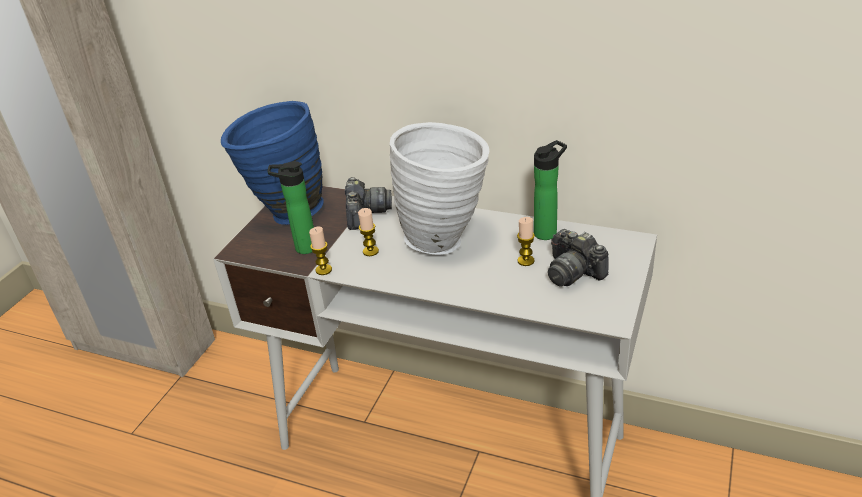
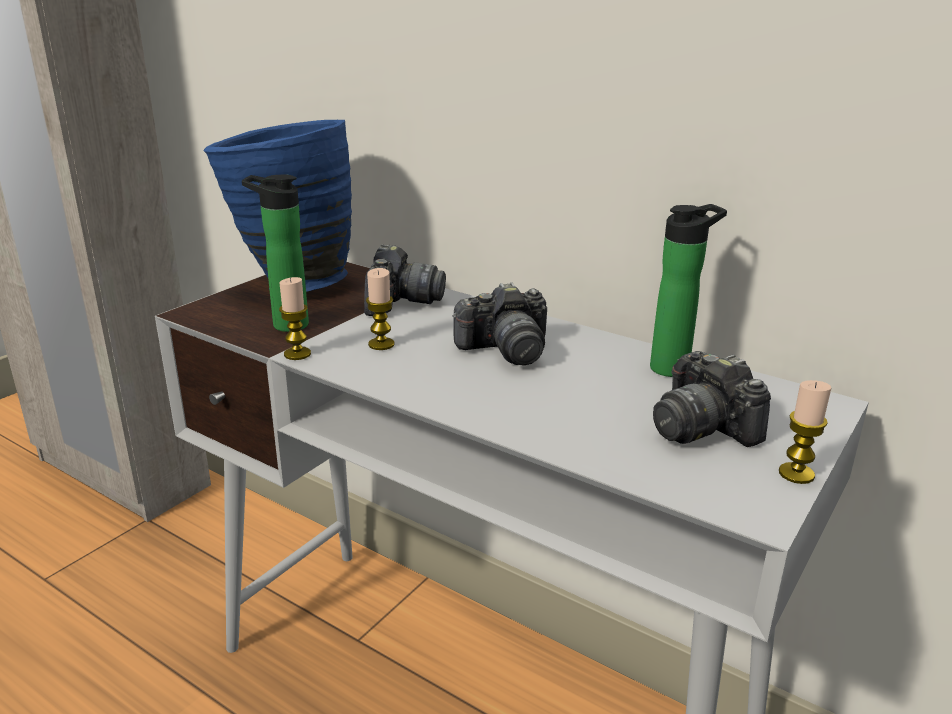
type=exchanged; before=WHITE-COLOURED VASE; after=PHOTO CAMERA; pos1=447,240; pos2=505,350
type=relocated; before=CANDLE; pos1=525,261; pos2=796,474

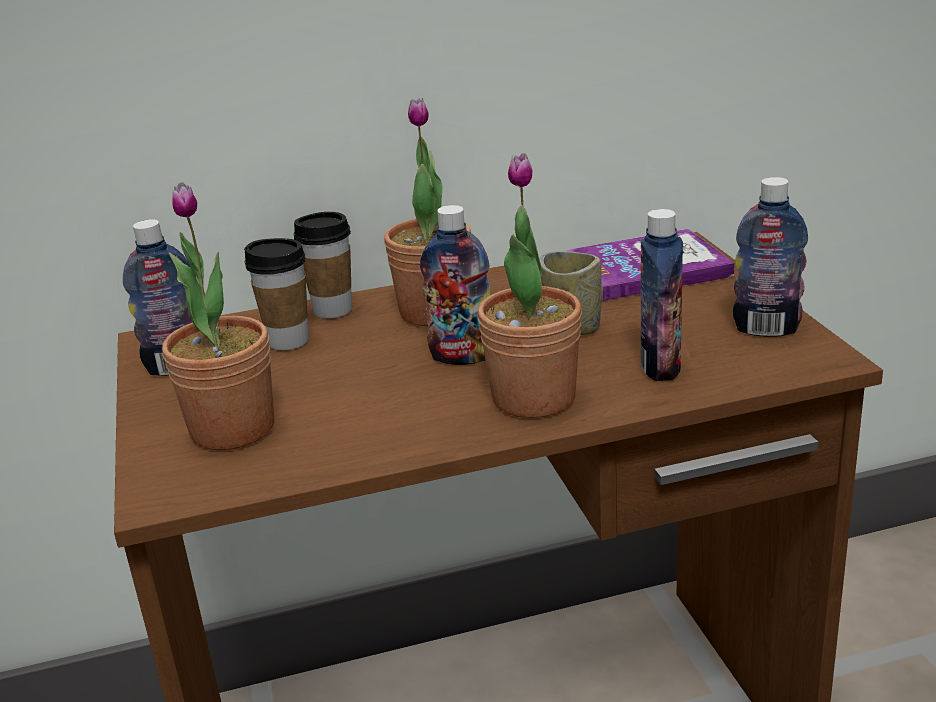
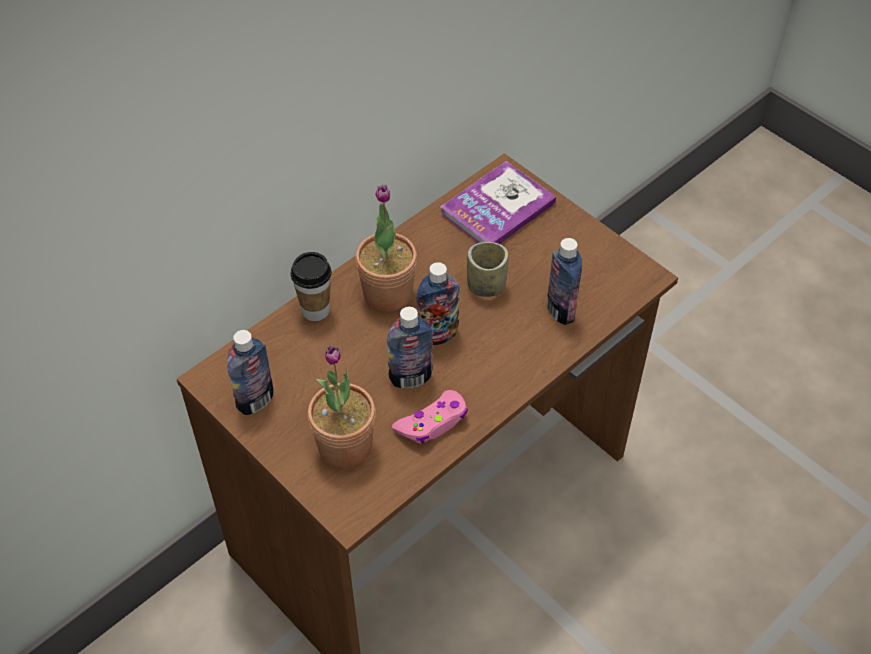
type=relocated; before=BOTTLE; pos1=766,329; pos2=410,378
type=appeared; after=PINK GAME CONTROLLER; pos2=433,423
type=missing; before=SMALL CUP; pos1=288,341
type=missing; before=POTTED PLANT; pos1=533,398

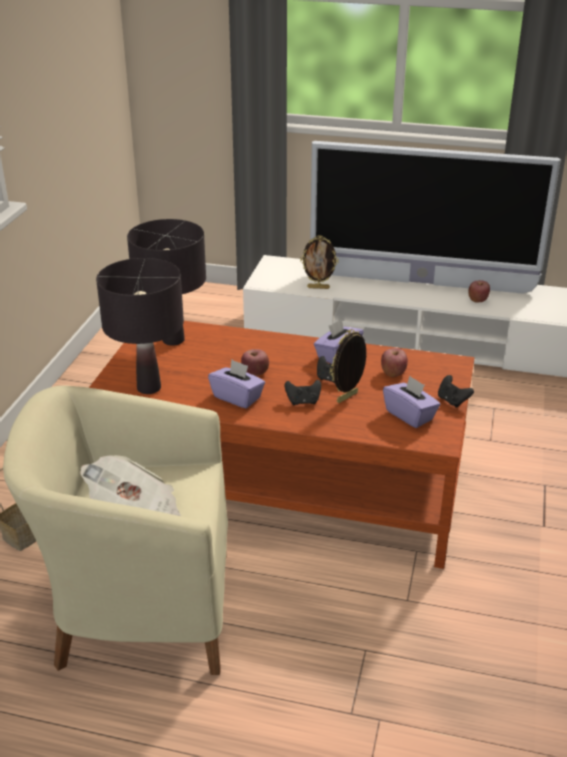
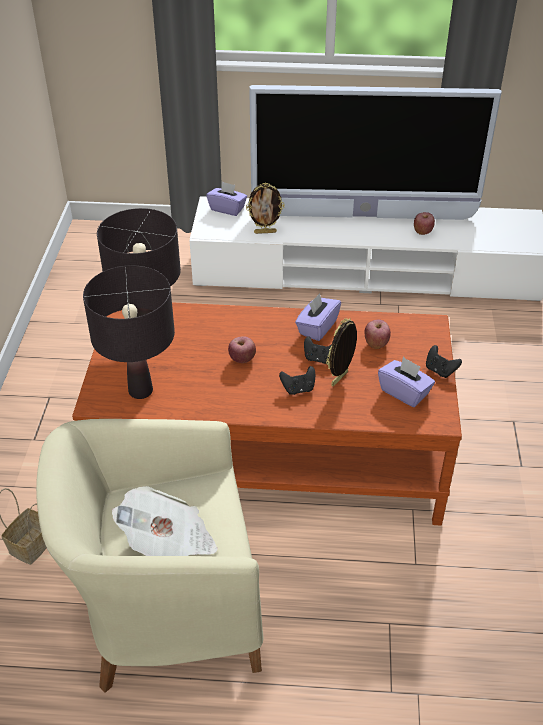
type=relocated; before=PURPLE TISSUE BOX; pos1=237,397; pos2=227,209

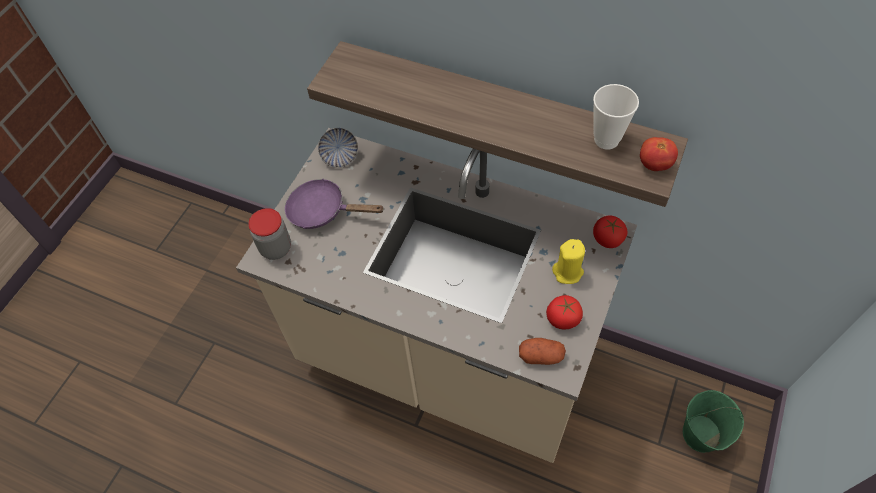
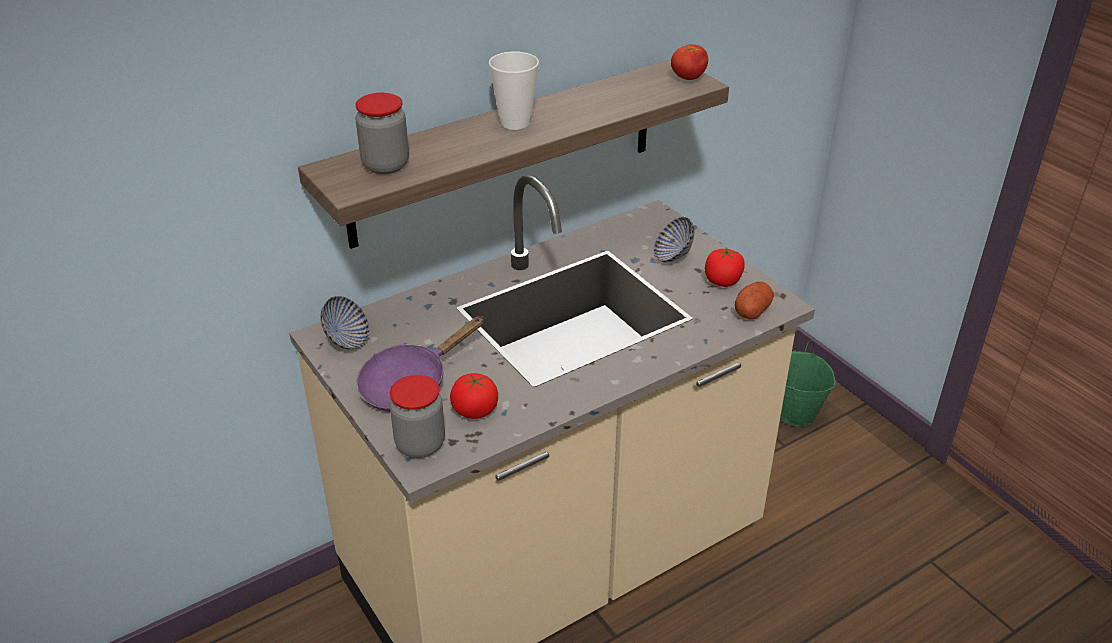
type=appeared; after=PRESERVE JAR; pos2=385,165
type=relocated; before=FRESH TOMATO; pos1=607,239; pos2=475,410
type=relocated; before=SMALL CUP; pos1=606,140; pos2=515,123
type=exchanged; before=YELLOWISH CANDLE; after=SERVING BOWL; pos1=568,272; pos2=672,256

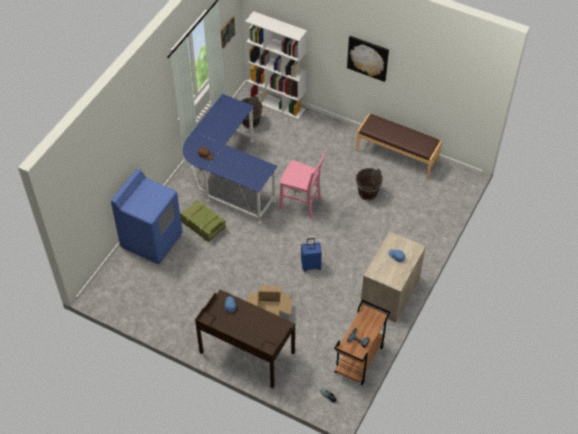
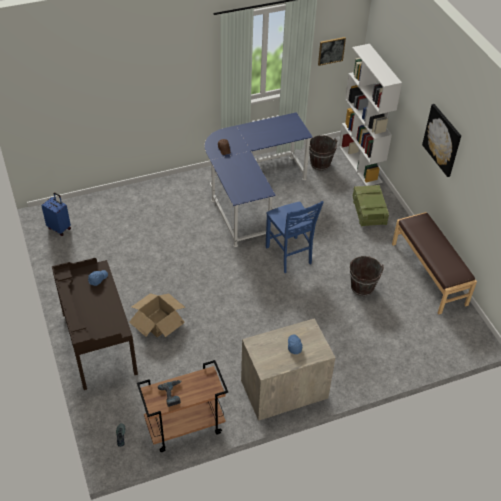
type=relocated; before=BLUISH SUITCASE; pos1=311,265; pos2=59,228
type=colour; before=PINK PLAIN CHAIR; after=BLUISH PLAIN CHAIR; pos1=301,204; pos2=289,256
type=relocated; before=PACKING CRATE; pos1=202,225; pos2=368,211
type=missing; before=BLUISH WASHING MACHINE; pos1=152,240

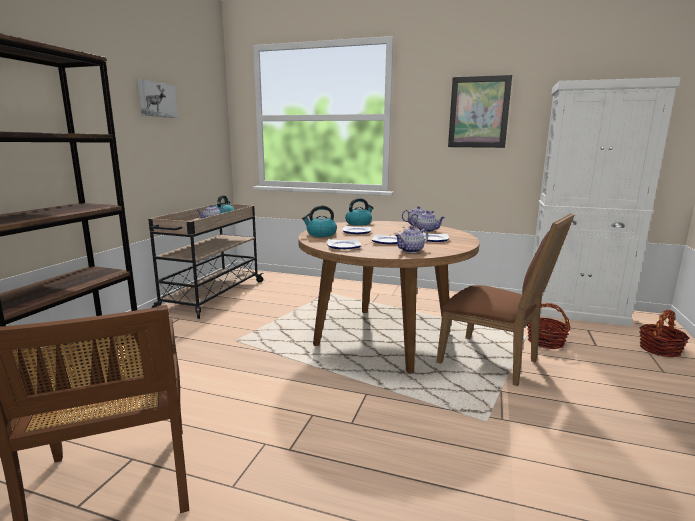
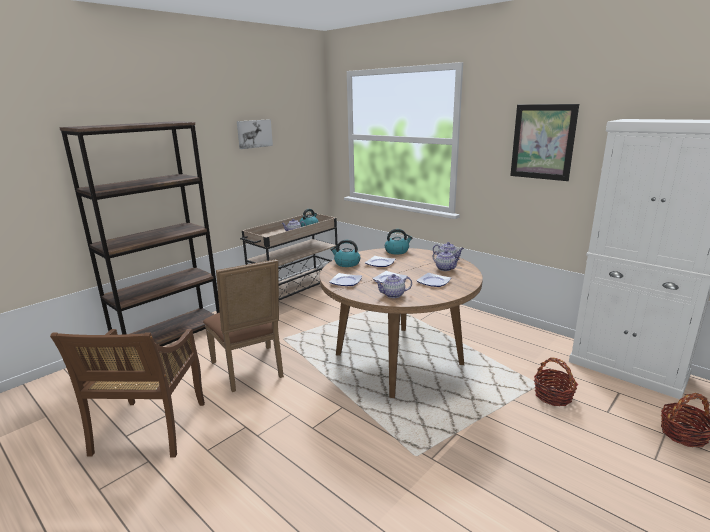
type=relocated; before=BROWN-COLOURED PLAIN CHAIR; pos1=493,362; pos2=250,370

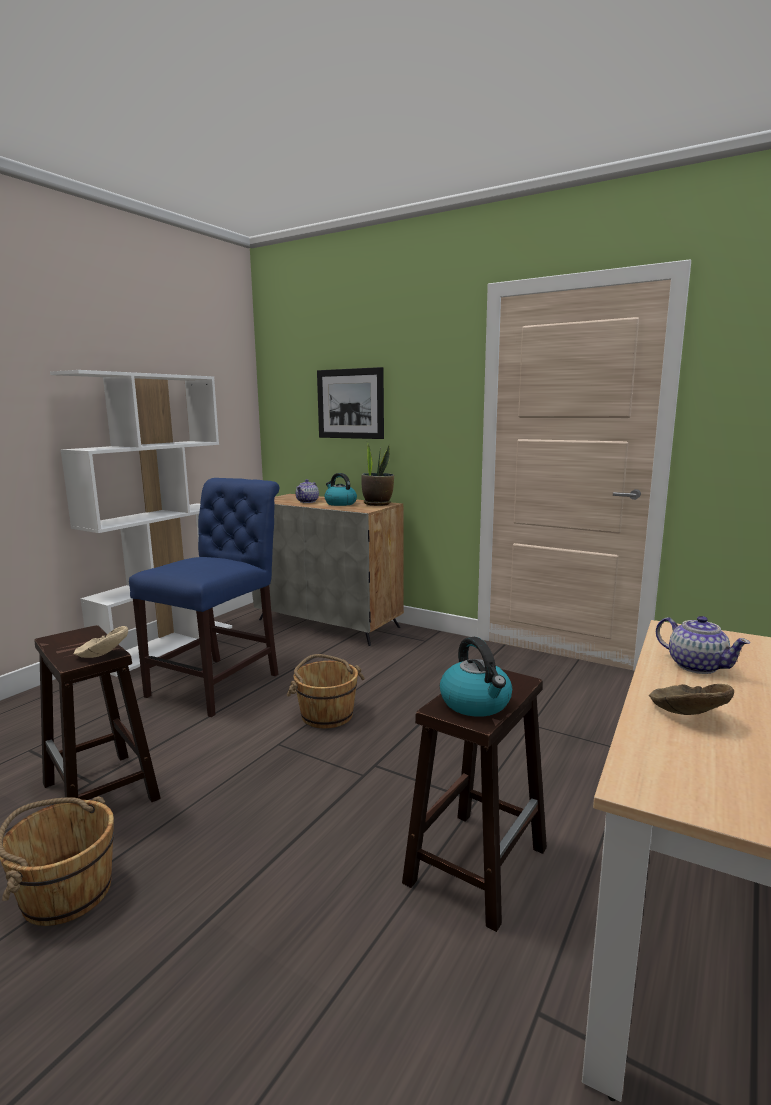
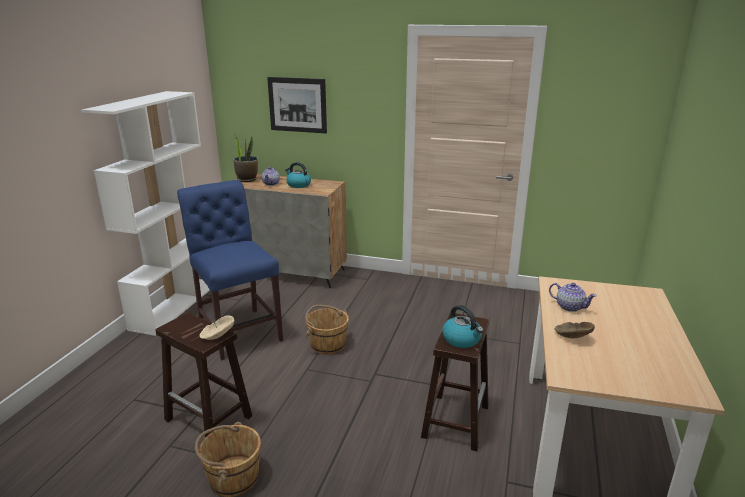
type=spun; before=BLUISH PLAIN CHAIR; pos1=220,682; pos2=238,330; turn=-45
type=relocated; before=POTTED PLANT; pos1=377,504; pos2=247,179

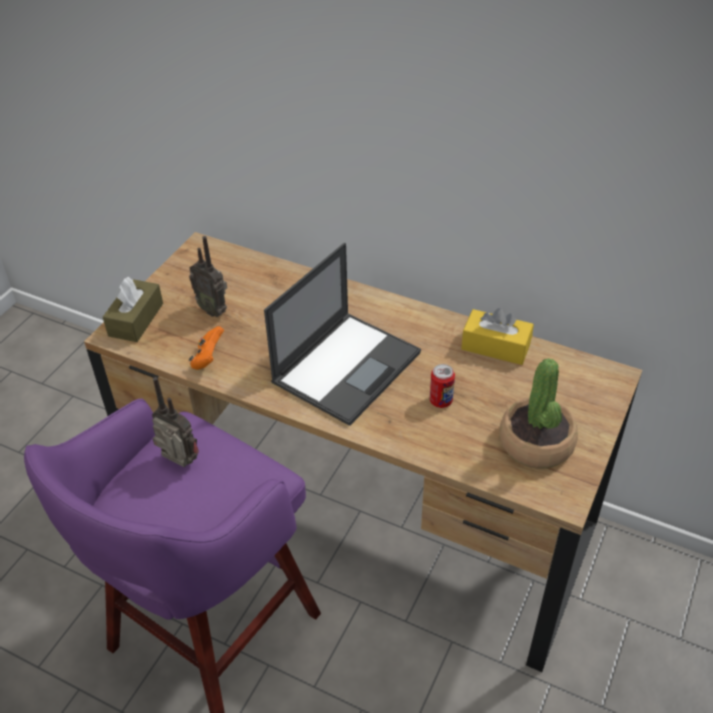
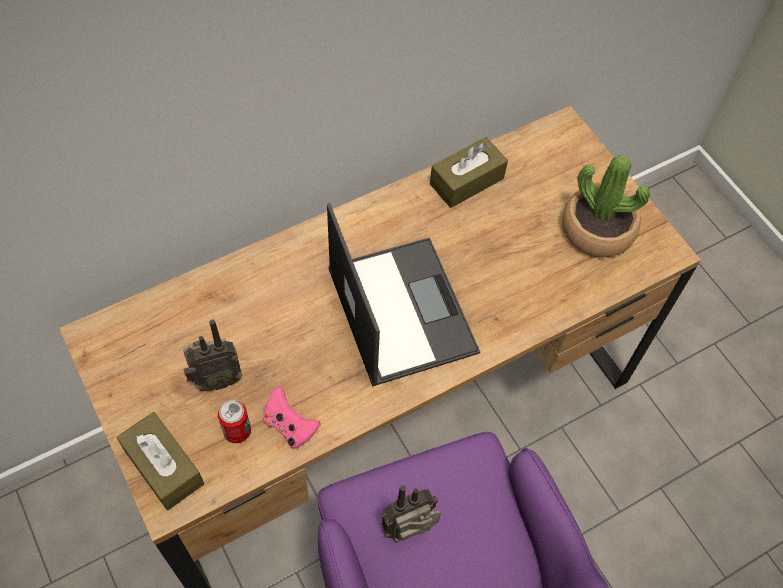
type=relocated; before=SEALED CAN; pos1=441,401; pos2=237,431
type=colour; before=ORANGE-COLOURED GAME CONTROLLER; after=PINK GAME CONTROLLER; pos1=208,359; pos2=290,426
type=colour; before=YELLOWISH TISSUE BOX; after=BROWN-COLOURED TISSUE BOX; pos1=495,346; pos2=466,181

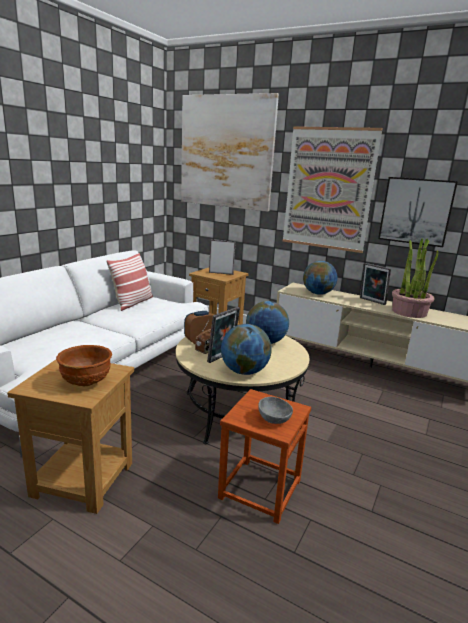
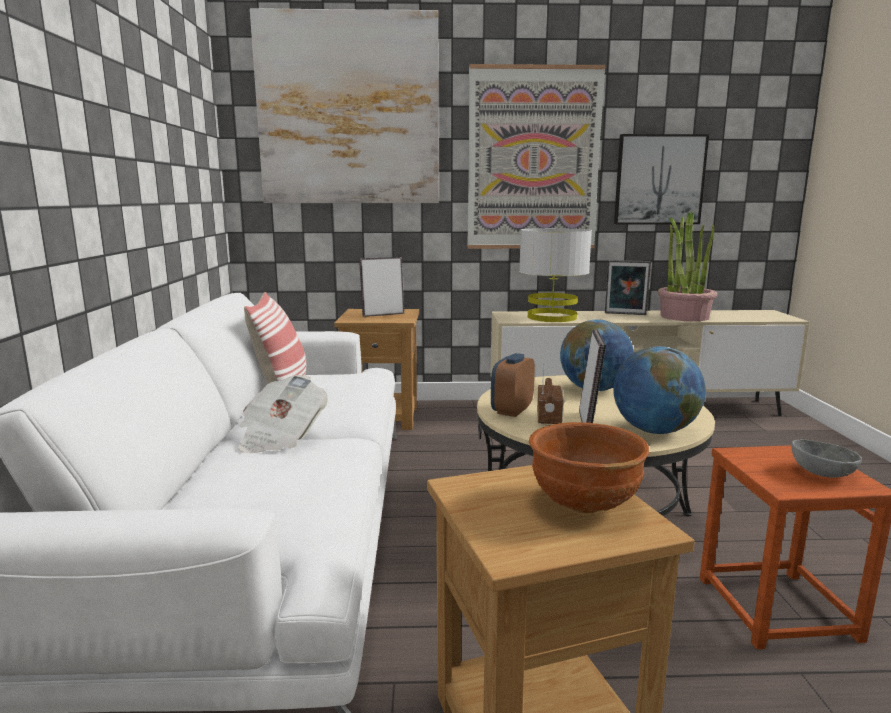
type=appeared; after=NEWSPAPER; pos2=281,437
type=exchanged; before=DESK GLOBE; after=GREY TABLETOP LAMP; pos1=318,293; pos2=551,317

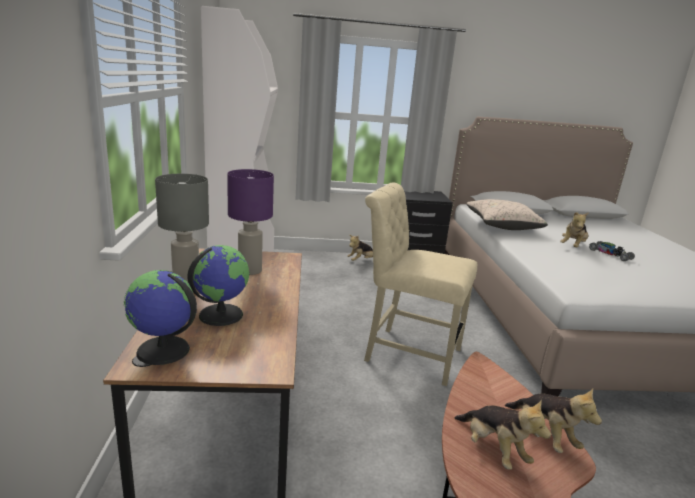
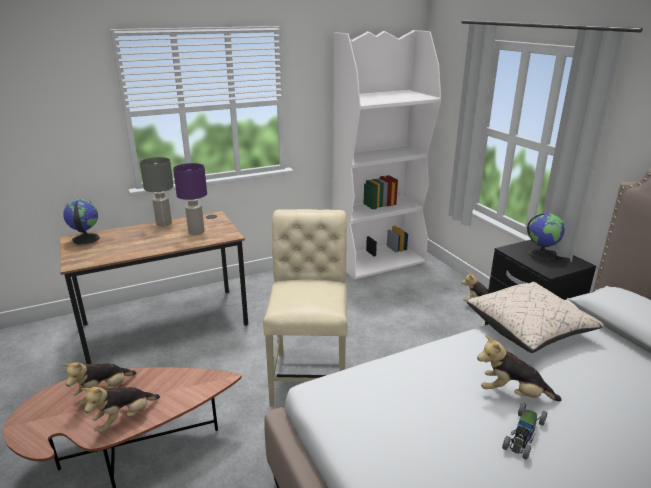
type=relocated; before=DESK GLOBE; pos1=220,314; pos2=541,254

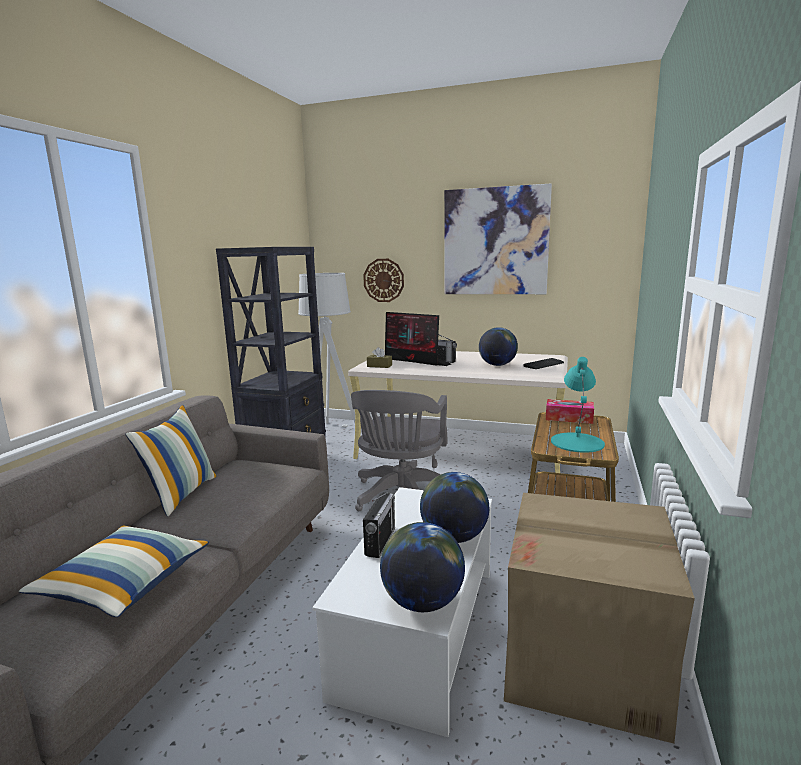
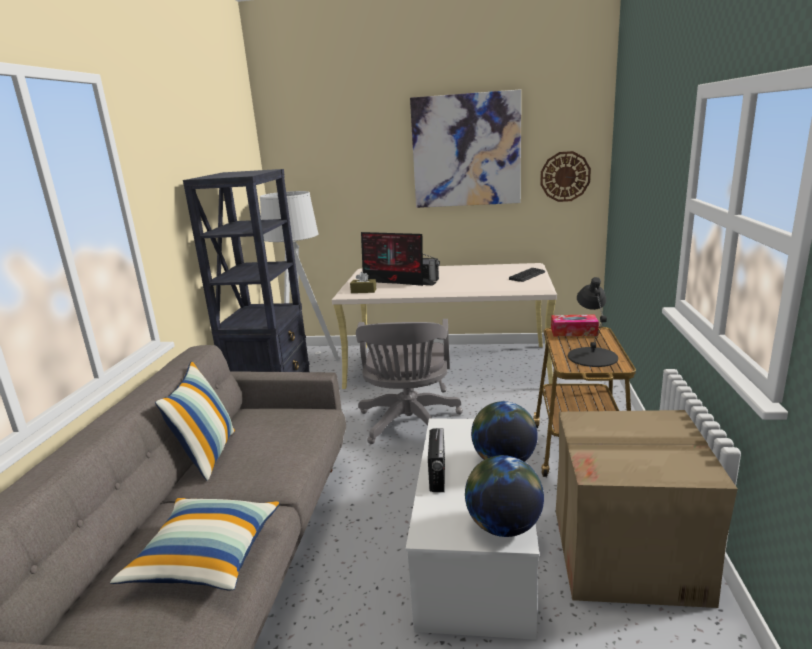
type=relocated; before=HANGING CLOCK; pos1=383,280; pos2=565,176
type=colour; before=TURQUOISE-COLOURED TABLETOP LAMP; after=BLACKISH TABLETOP LAMP; pos1=577,442; pos2=592,356
type=missing; before=DESK GLOBE; pos1=497,365

